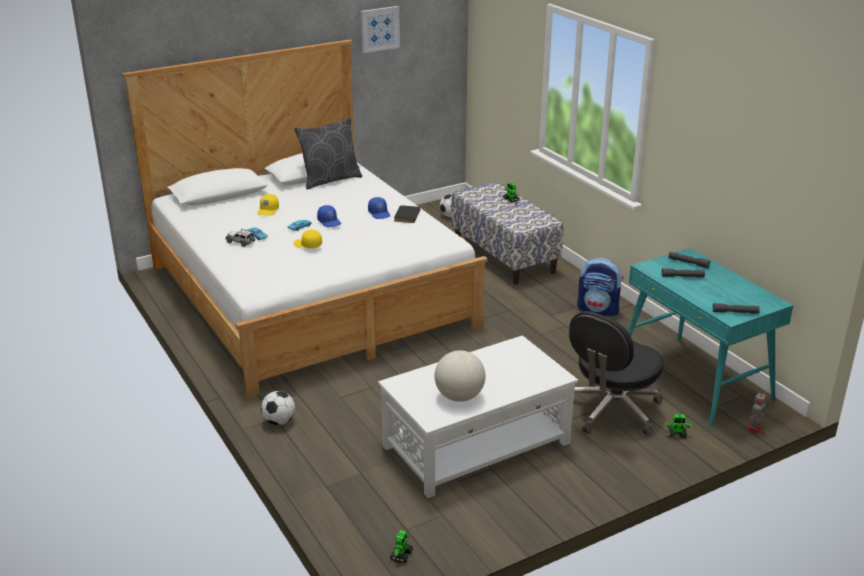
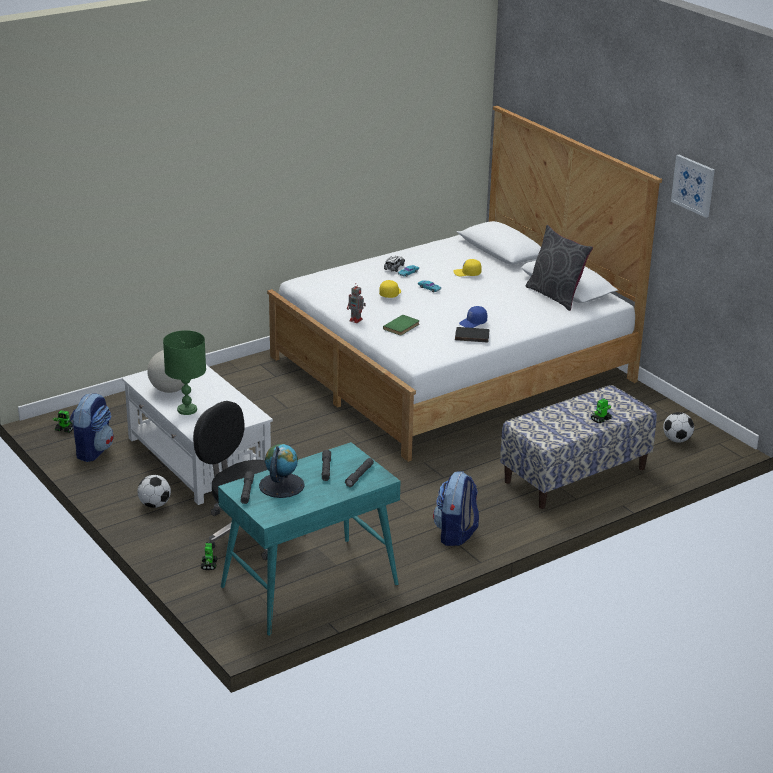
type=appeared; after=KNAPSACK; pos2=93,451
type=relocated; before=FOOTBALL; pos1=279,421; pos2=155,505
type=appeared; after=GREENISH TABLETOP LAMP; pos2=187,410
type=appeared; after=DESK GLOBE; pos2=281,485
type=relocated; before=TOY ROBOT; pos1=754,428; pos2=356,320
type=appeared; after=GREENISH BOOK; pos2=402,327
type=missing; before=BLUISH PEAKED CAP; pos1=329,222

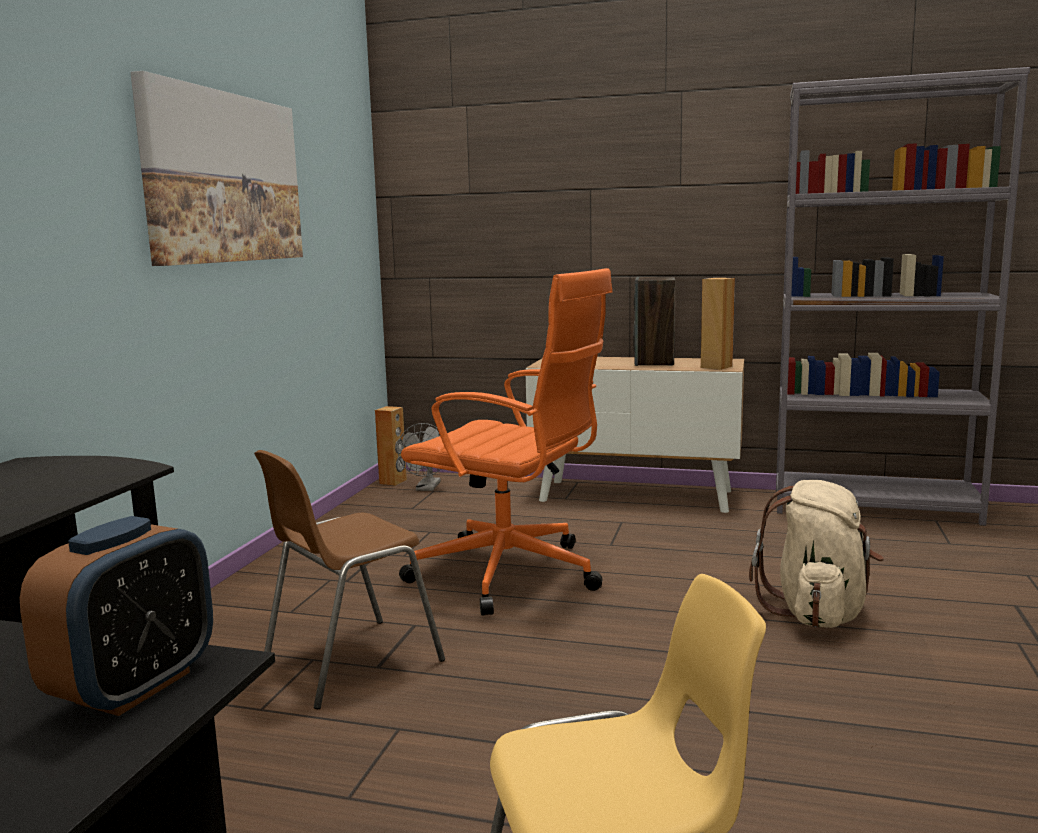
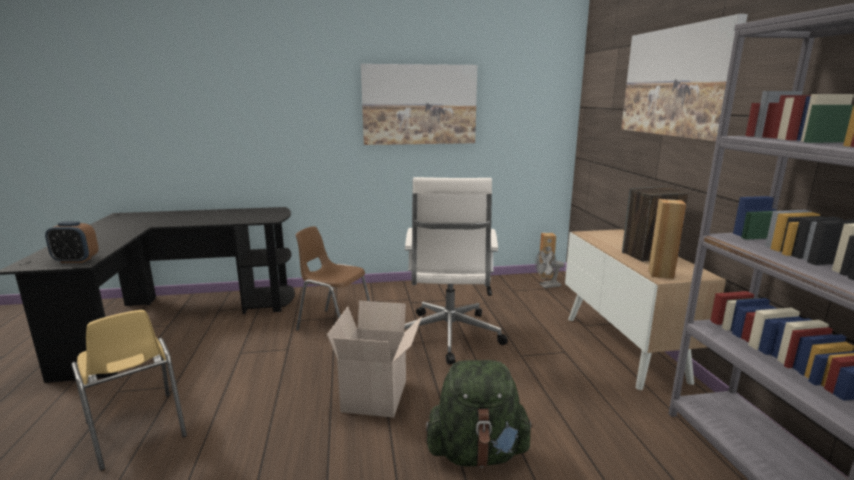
type=appeared; after=PACKING BOX; pos2=377,397
type=colour; before=ORANGE-COLOURED OFFICE CHAIR; after=WHITE-COLOURED OFFICE CHAIR; pos1=511,575; pos2=449,337
type=colour; before=SAND-COLOURED KNAPSACK; after=GREENISH KNAPSACK; pos1=817,612; pos2=477,452
type=appeared; after=WALL ART; pos2=676,82

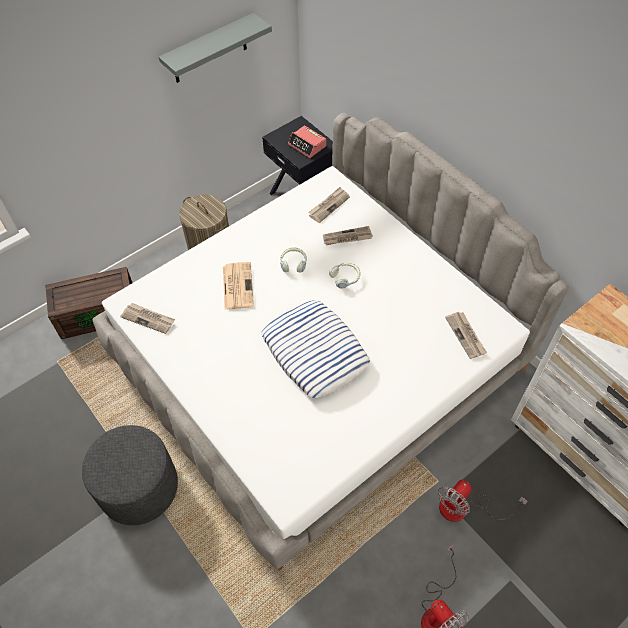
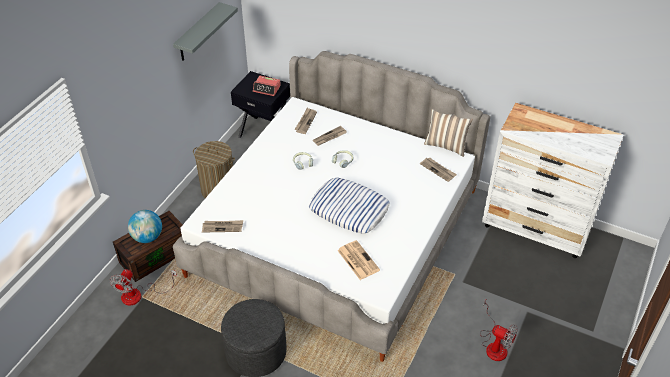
type=relocated; before=FAN; pos1=464,508; pos2=139,295
type=appeared; after=DESK GLOBE; pos2=147,237
type=relocated; before=NEWSPAPER; pos1=237,285; pos2=357,260
type=appeared; after=THROW PILLOW; pos2=446,145

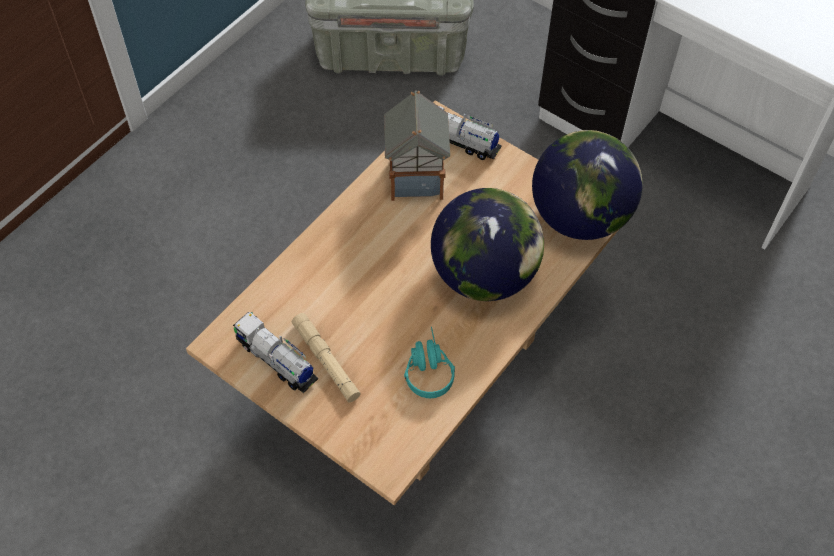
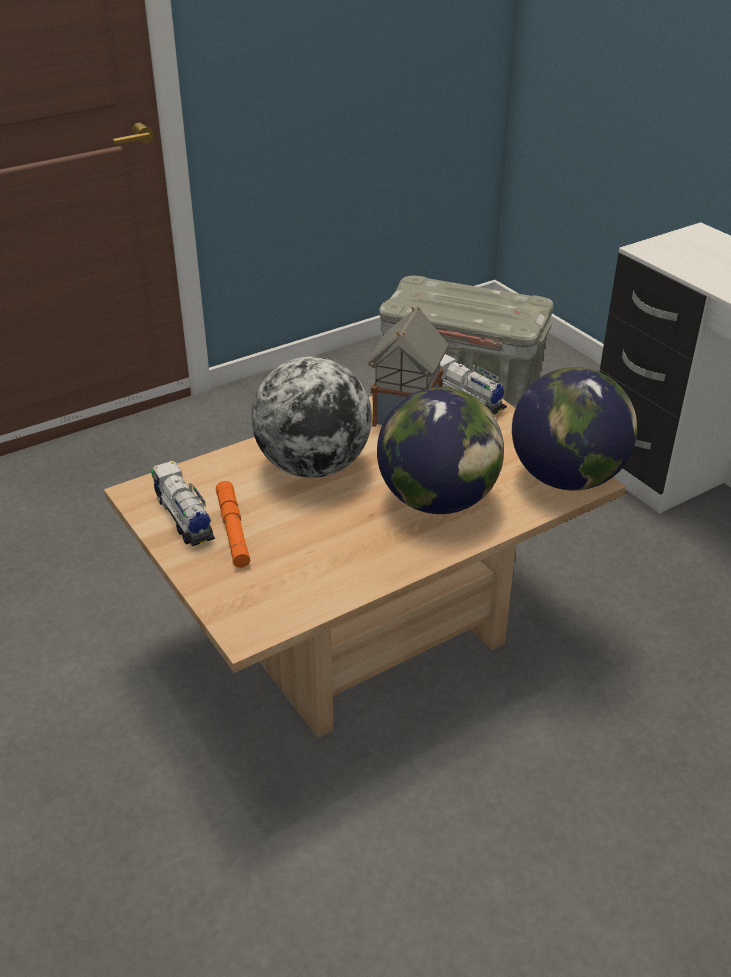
type=colour; before=SAND-COLOURED FLASHLIGHT; after=ORANGE-COLOURED FLASHLIGHT; pos1=326,361; pos2=233,529
type=appeared; after=DESK GLOBE; pos2=313,466
type=missing; before=TURQUOISE-COLOURED HEADPHONES; pos1=427,367

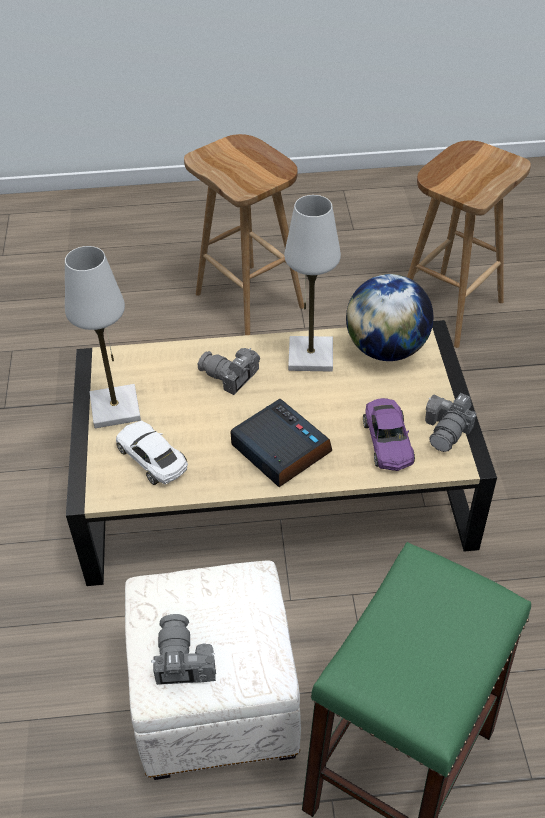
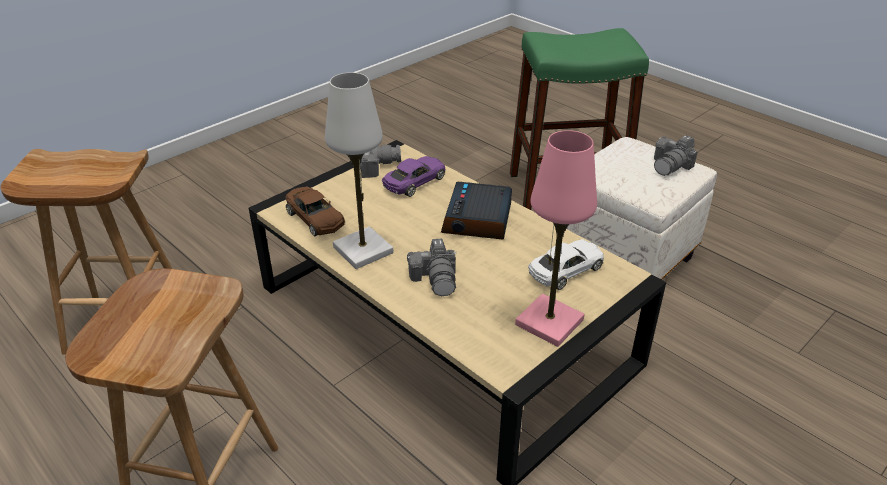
type=exchanged; before=DESK GLOBE; after=BROWN-COLOURED MODEL CAR; pos1=386,349; pos2=315,218
type=colour; before=WHITE-COLOURED TABLETOP LAMP; after=PINK TABLETOP LAMP; pos1=115,408; pos2=549,322
type=spun; before=WHITE-COLOURED MODEL CAR; pos1=152,458; pos2=565,270; turn=-135

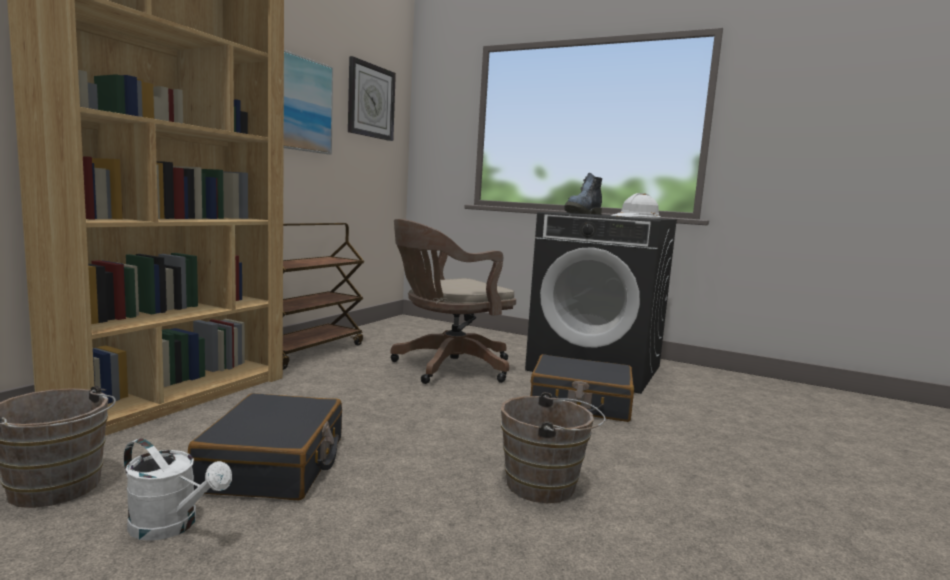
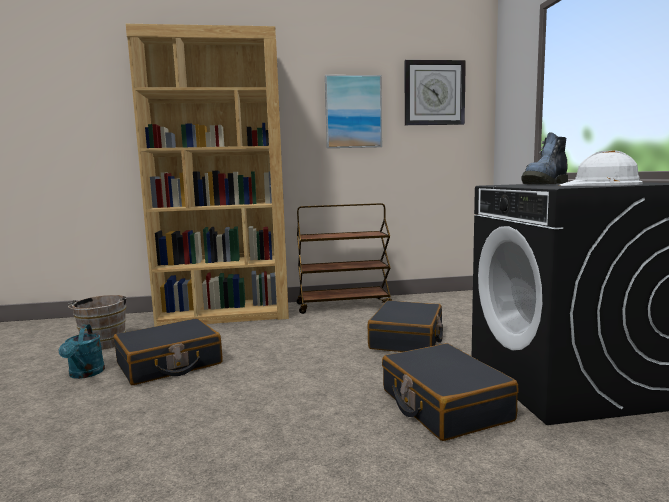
type=colour; before=WHITE-COLOURED WATERING CAN; after=TURQUOISE-COLOURED WATERING CAN; pos1=172,526; pos2=85,374
type=exchanged; before=BROWN-COLOURED OFFICE CHAIR; after=BLACKISH SUITCASE; pos1=447,367; pos2=407,339
type=spun; before=TALL BOOT; pos1=583,213; pos2=545,184; turn=-45
type=missing; before=BROWN-COLOURED WATER BUCKET; pos1=546,486

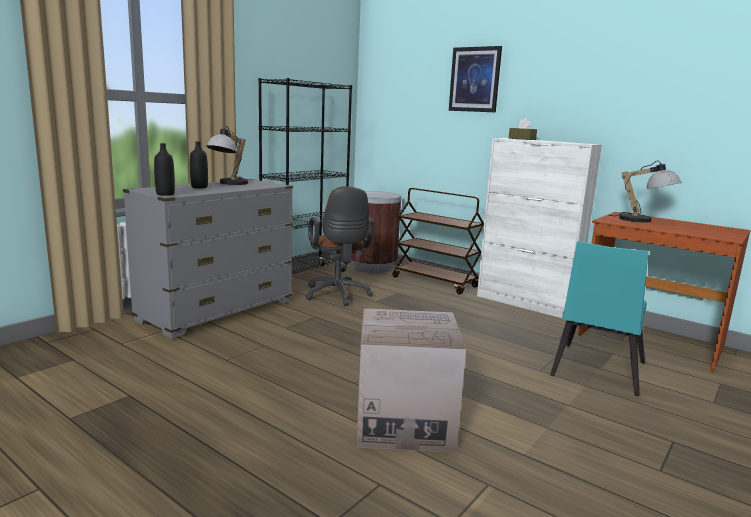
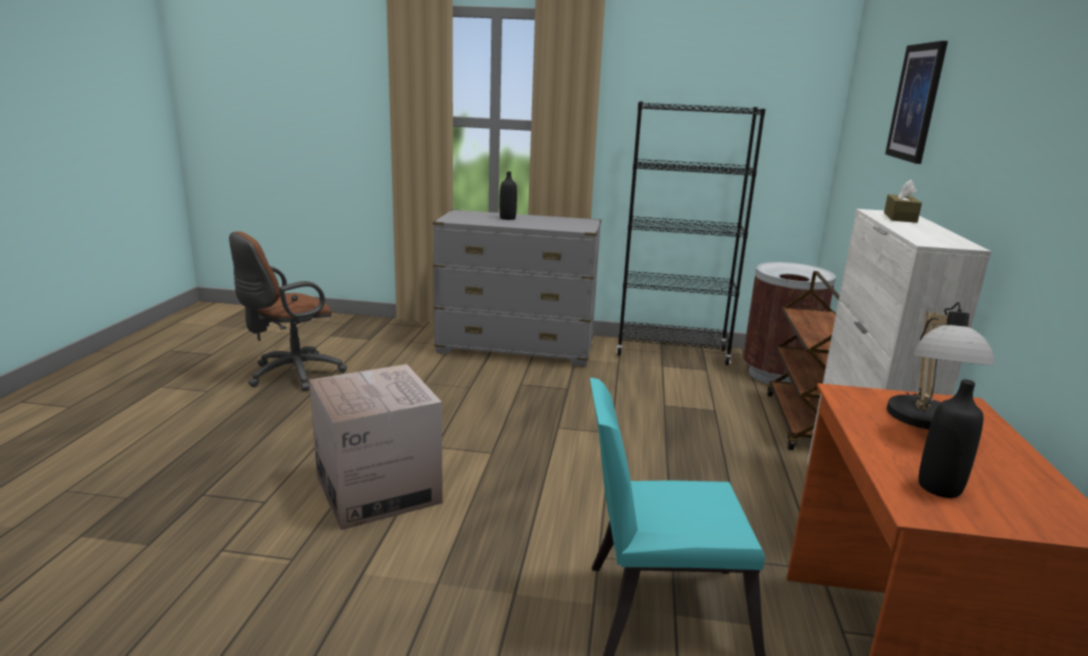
type=relocated; before=BROWN-COLOURED OFFICE CHAIR; pos1=338,295; pos2=291,375
type=relocated; before=BLACKISH BOTTLE; pos1=165,194; pos2=939,488
type=missing; before=TABLETOP LAMP; pos1=229,184

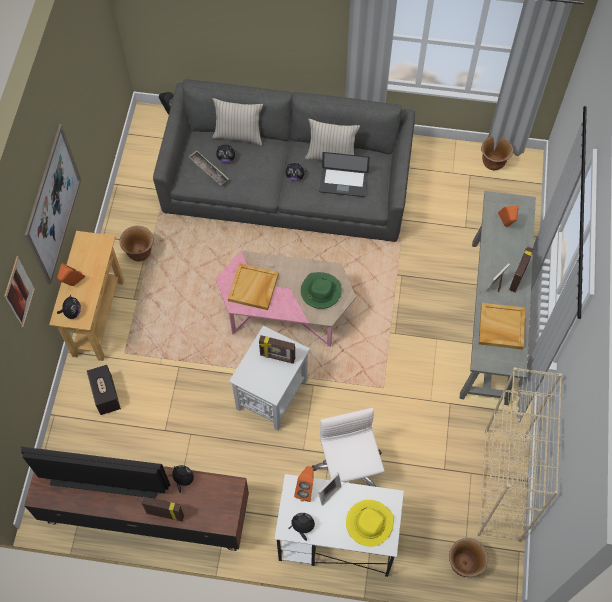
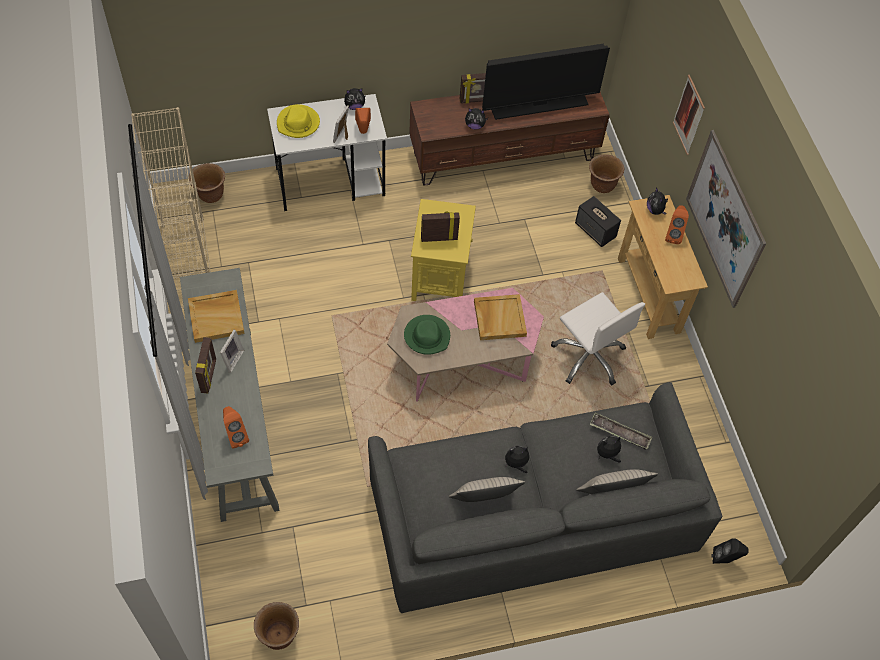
type=colour; before=WHITE-COLOURED END TABLE; after=YELLOWISH END TABLE; pos1=271,395; pos2=440,276
type=relocated; before=WHITE-COLOURED OFFICE CHAIR; pos1=348,471; pos2=589,356
type=relocated; before=BROWN-COLOURED PLANT POT; pos1=140,253; pos2=602,185
type=missing; before=NOTEBOOK COMPUTER; pos1=343,183

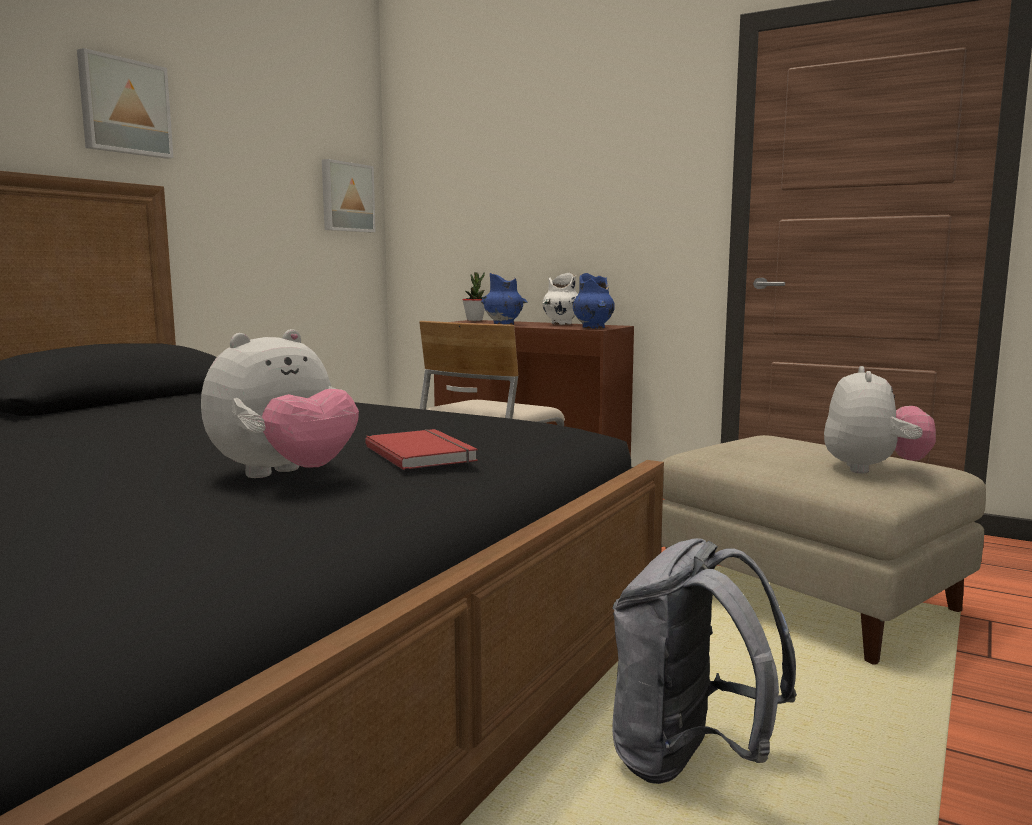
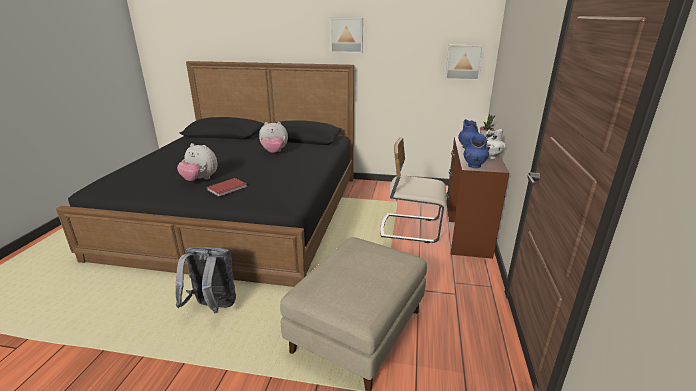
type=relocated; before=SOFT TOY; pos1=873,469; pos2=274,152

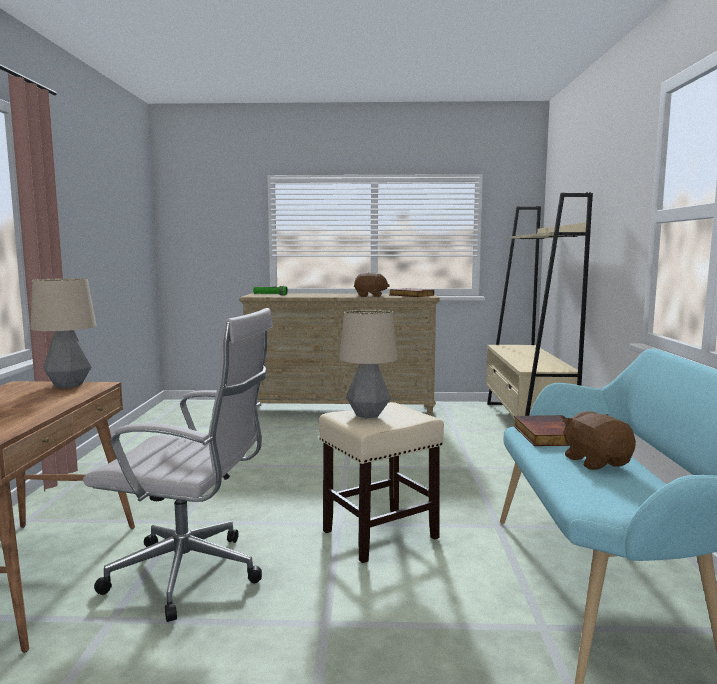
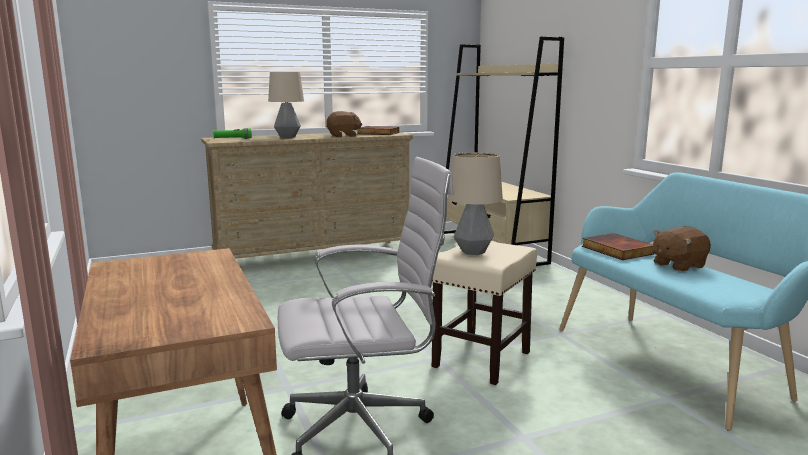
type=relocated; before=TABLETOP LAMP; pos1=68,385; pos2=288,137
type=spun; before=BROWN-COLOURED SOFT TOY; pos1=596,461; pos2=678,265; turn=-75

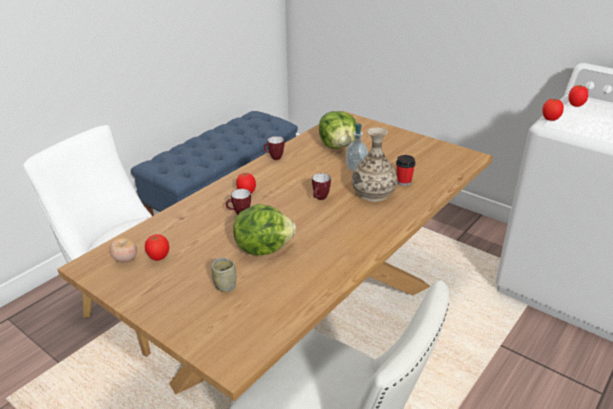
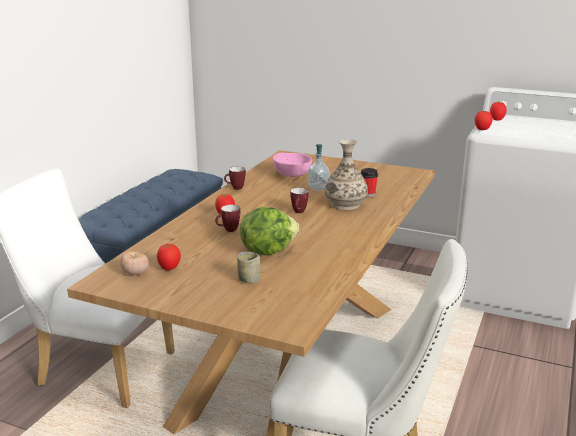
type=exchanged; before=LETTUCE HEAD; after=PINK SERVING BOWL; pos1=338,146; pos2=292,175

